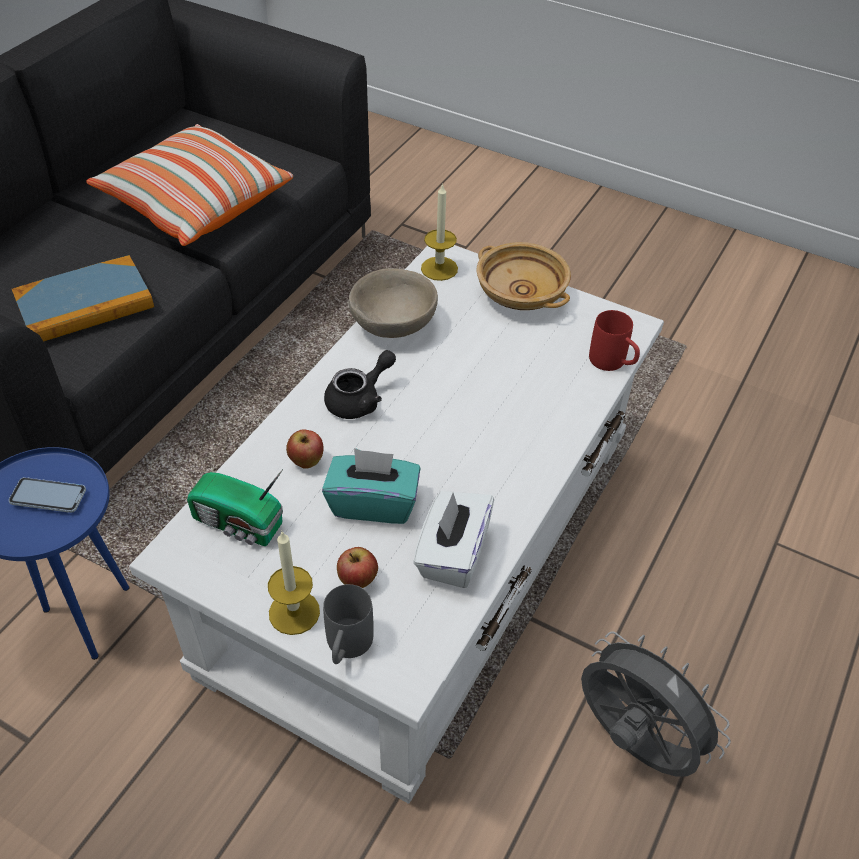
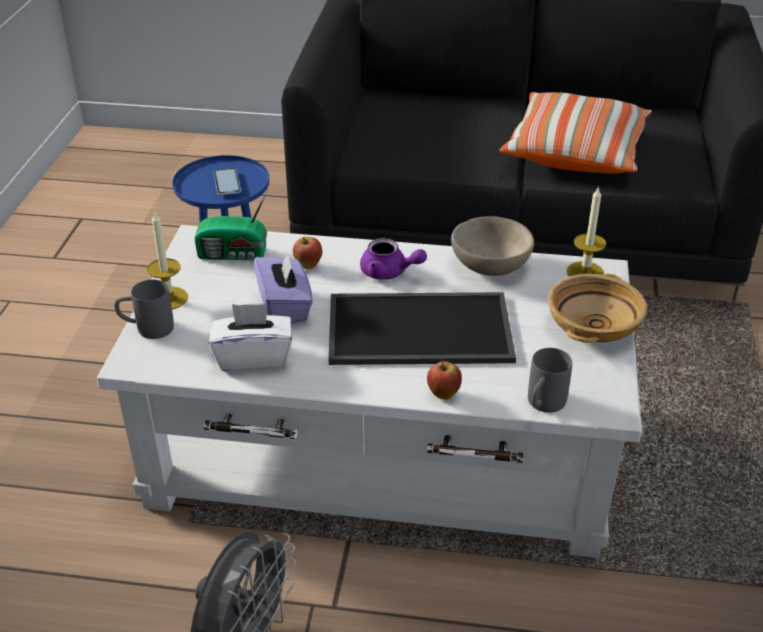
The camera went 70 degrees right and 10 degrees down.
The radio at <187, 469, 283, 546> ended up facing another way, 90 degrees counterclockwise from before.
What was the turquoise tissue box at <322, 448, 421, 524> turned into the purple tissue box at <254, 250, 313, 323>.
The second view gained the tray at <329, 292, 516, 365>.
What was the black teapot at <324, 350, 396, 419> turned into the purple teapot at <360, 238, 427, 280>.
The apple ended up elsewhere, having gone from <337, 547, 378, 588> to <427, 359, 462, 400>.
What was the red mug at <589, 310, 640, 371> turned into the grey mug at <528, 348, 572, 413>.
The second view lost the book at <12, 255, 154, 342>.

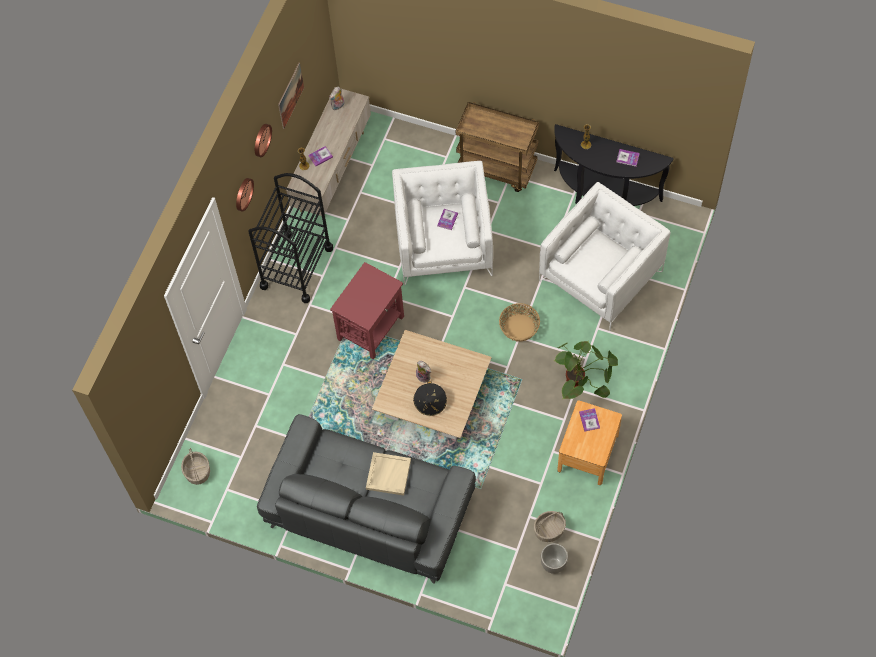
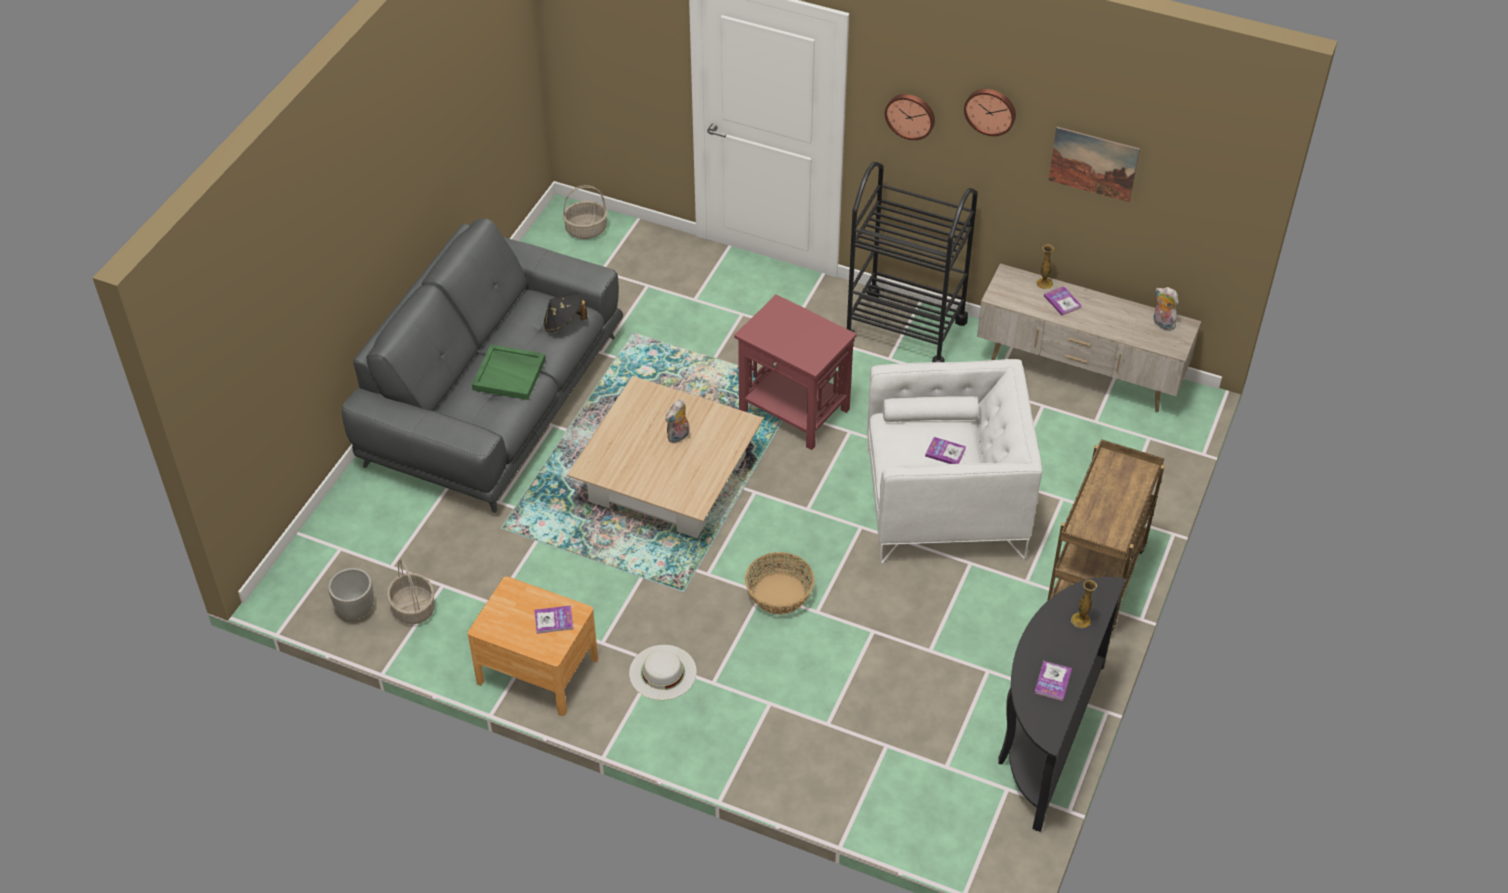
The camera went 90 degrees right and 15 degrees down.
What was the beige tray at <366, 452, 411, 496> turned into the green tray at <472, 344, 546, 400>.
The black hat ended up elsewhere, having gone from <413, 381, 447, 416> to <543, 292, 587, 332>.
Where the potted plant stood at <554, 341, 618, 399>, the white hat came to stand at <629, 645, 697, 700>.
The second view lost the white armchair at <539, 182, 670, 331>.

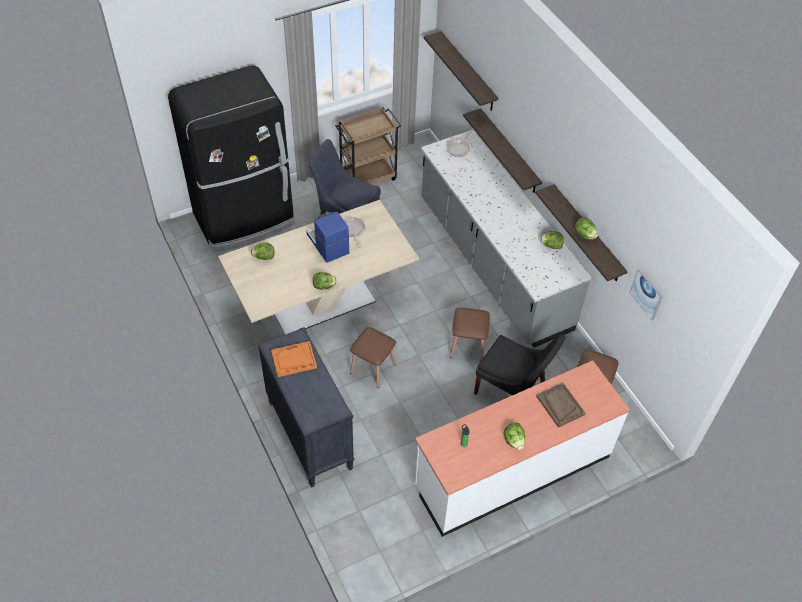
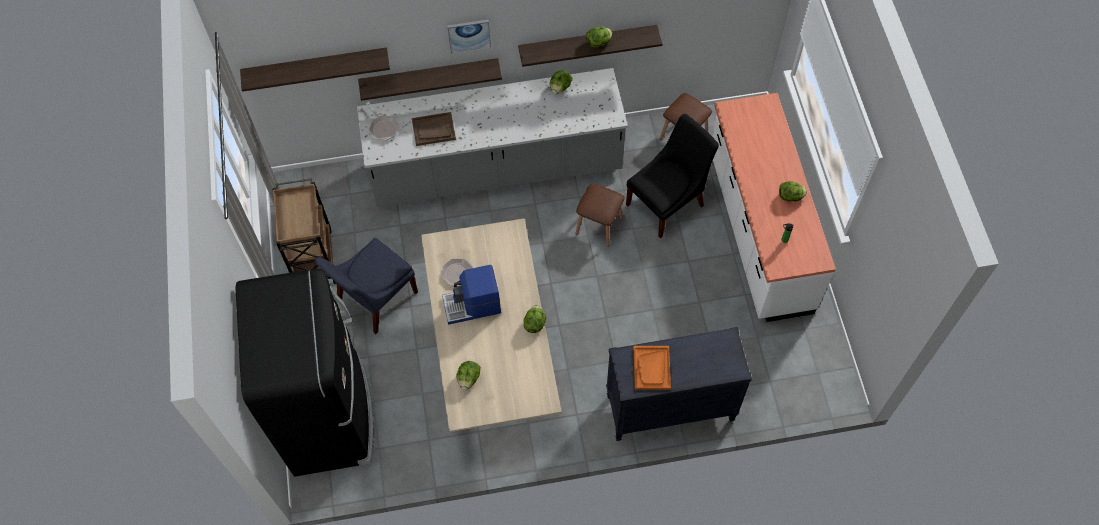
The camera went 70 degrees left and 10 degrees up.
The brown tray ended up elsewhere, having gone from <536, 383, 586, 428> to <412, 112, 456, 146>.
The picture ended up elsewhere, having gone from <629, 268, 663, 320> to <447, 20, 491, 54>.
The second view lost the brown stool at <350, 327, 396, 388>.

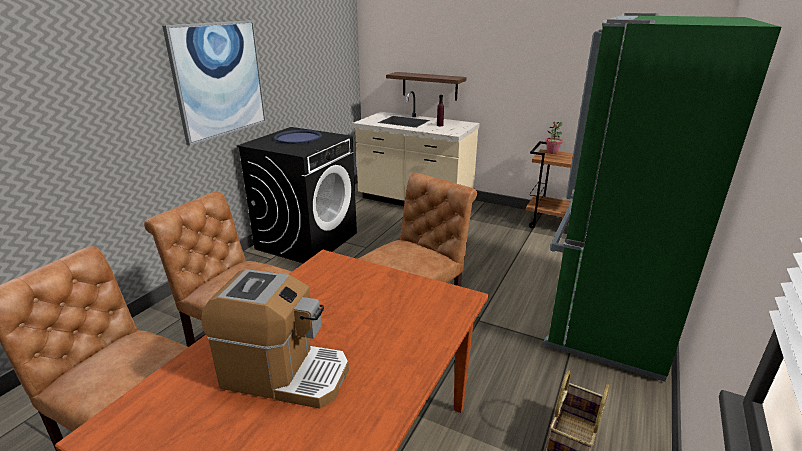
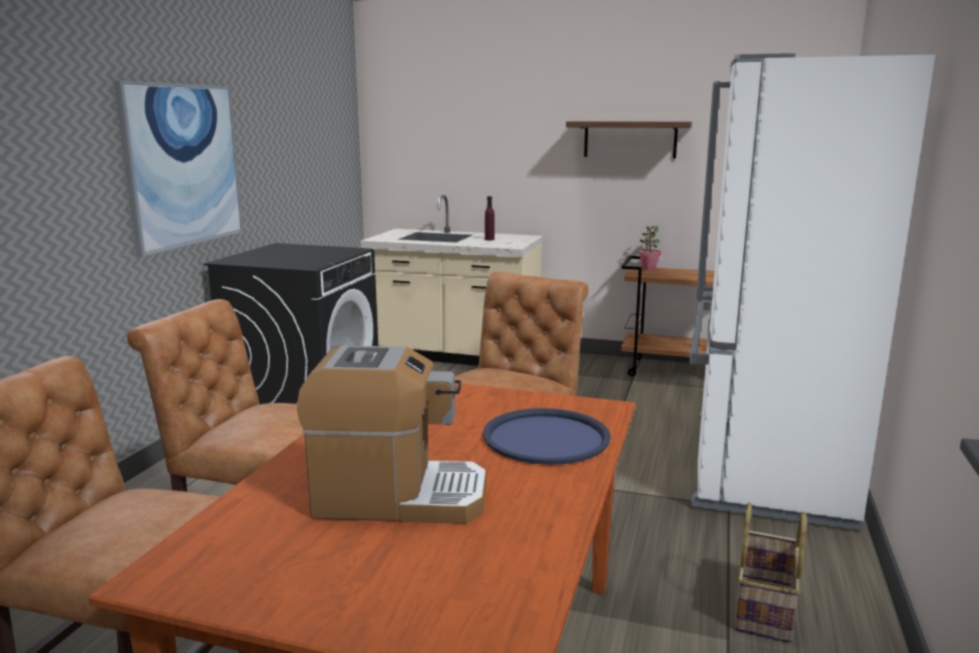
The camera went 10 degrees left and 10 degrees down.
The blue tray ended up elsewhere, having gone from <274, 130, 322, 144> to <483, 408, 611, 465>.
The shelf ended up elsewhere, having gone from <386, 72, 467, 100> to <566, 121, 692, 158>.
What was the green fridge at <543, 13, 781, 382> turned into the white fridge at <689, 53, 935, 531>.

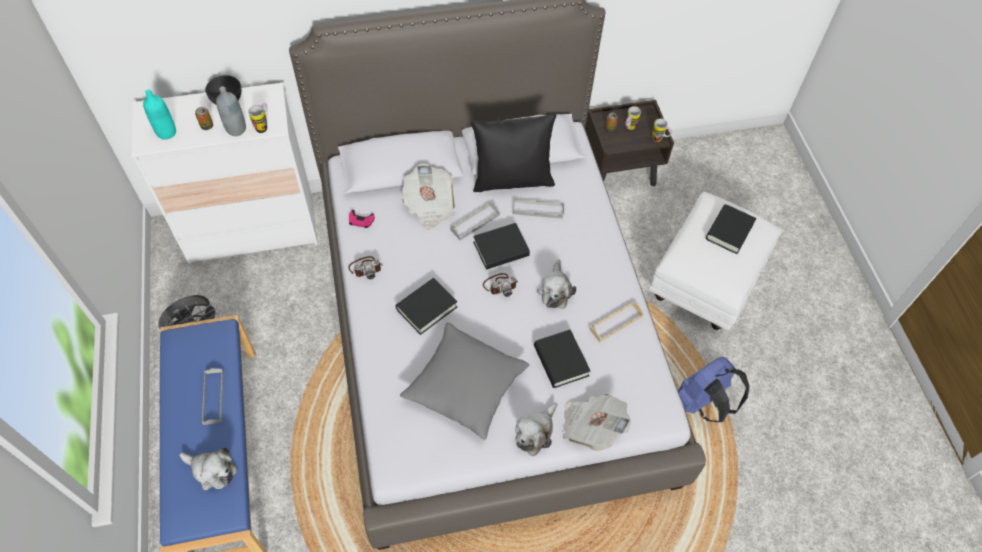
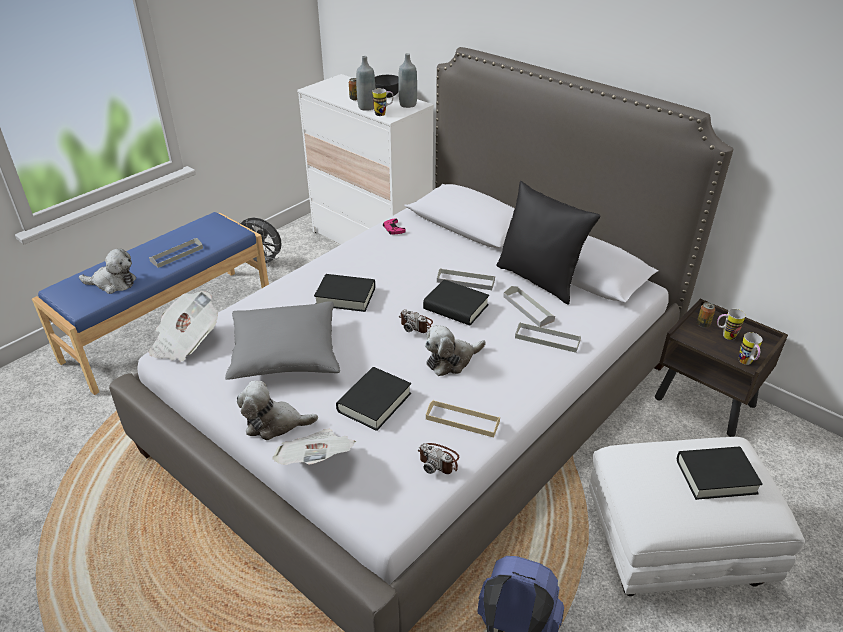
The camera went 55 degrees right and 20 degrees down.
The plush toy at <179, 447, 237, 491> ended up facing another way, 75 degrees counterclockwise from before.
The newspaper ended up elsewhere, having gone from <402, 163, 456, 230> to <149, 291, 218, 362>.
The second view gained the grey bottle at <398, 53, 417, 108>.
The photo camera ended up elsewhere, having gone from <348, 256, 383, 279> to <417, 443, 459, 474>.
The second view gained the grey tray at <515, 322, 581, 353>.
The second view lost the turquoise bottle at <143, 90, 176, 140>.

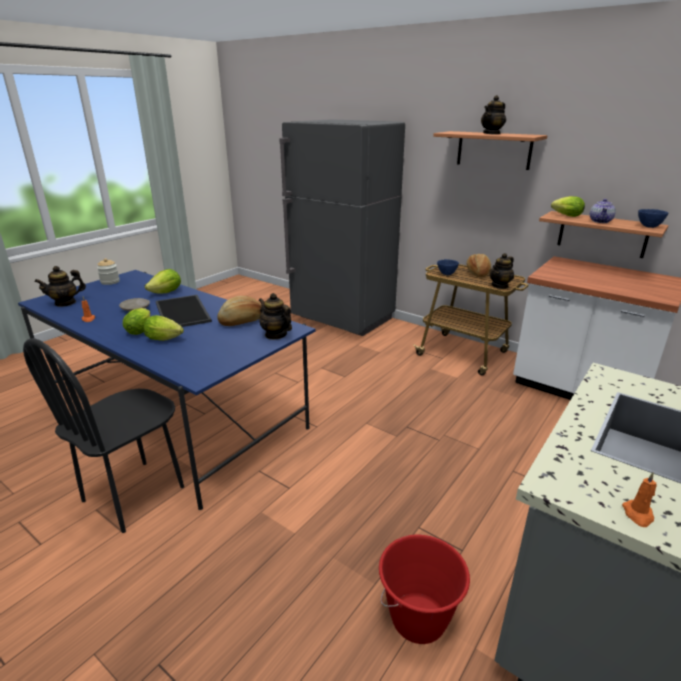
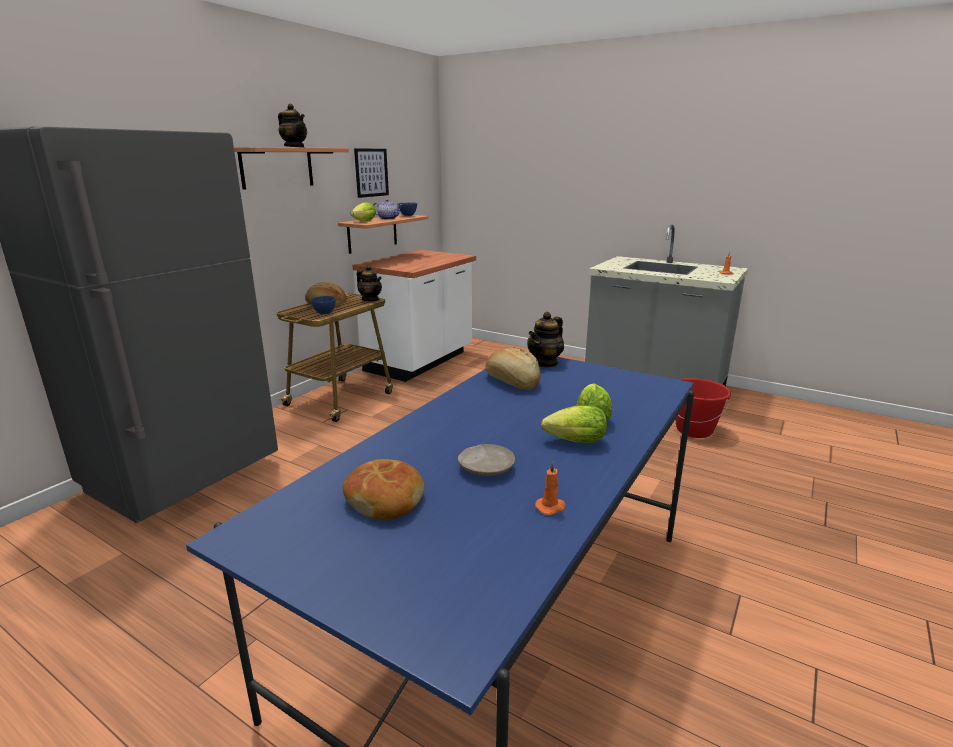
The camera went 95 degrees left and 5 degrees down.
The second view gained the bread at <343, 459, 424, 519>.
The second view gained the picture at <354, 148, 389, 198>.
The second view lost the black chair at <23, 338, 184, 533>.
The second view lost the teapot at <35, 266, 86, 307>.
The second view lost the jar at <97, 258, 120, 285>.
The second view lost the lettuce at <145, 269, 181, 294>.
The second view lost the tray at <156, 295, 212, 327>.

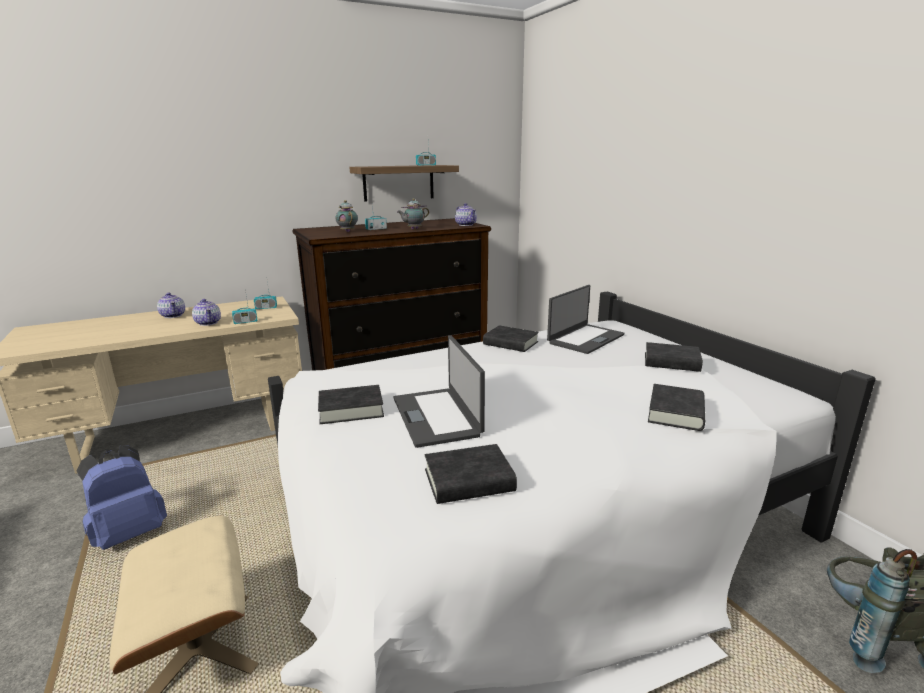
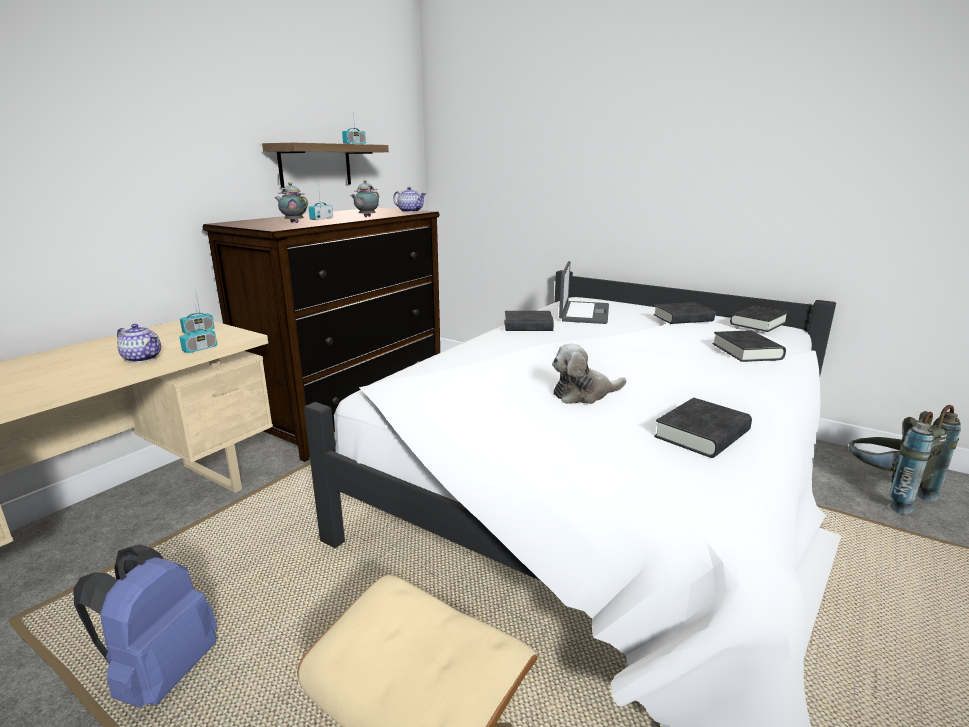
The camera went 30 degrees left and 0 degrees up.
Where the laptop stood at <393, 335, 485, 448>, the plush toy came to stand at <552, 344, 626, 404>.
The black book ended up elsewhere, having gone from <318, 385, 384, 424> to <730, 306, 788, 332>.
The second view lost the teapot at <157, 292, 185, 318>.

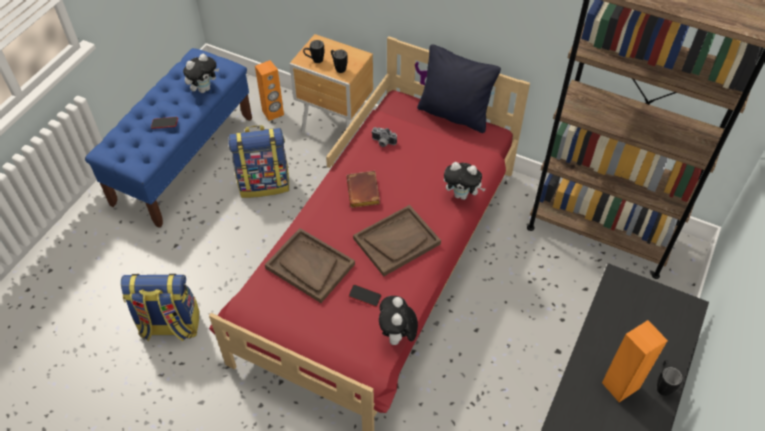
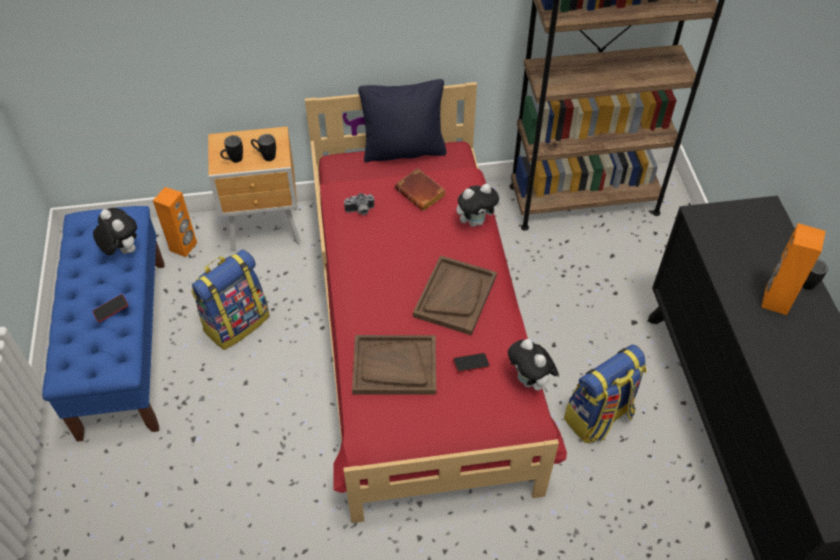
The camera went 35 degrees left and 0 degrees up.
The plush toy at <183, 54, 219, 93> ended up facing another way, 60 degrees counterclockwise from before.
The brown book ended up elsewhere, having gone from <346, 171, 380, 208> to <395, 168, 446, 211>.
The backpack ended up elsewhere, having gone from <121, 274, 200, 341> to <564, 345, 647, 443>.

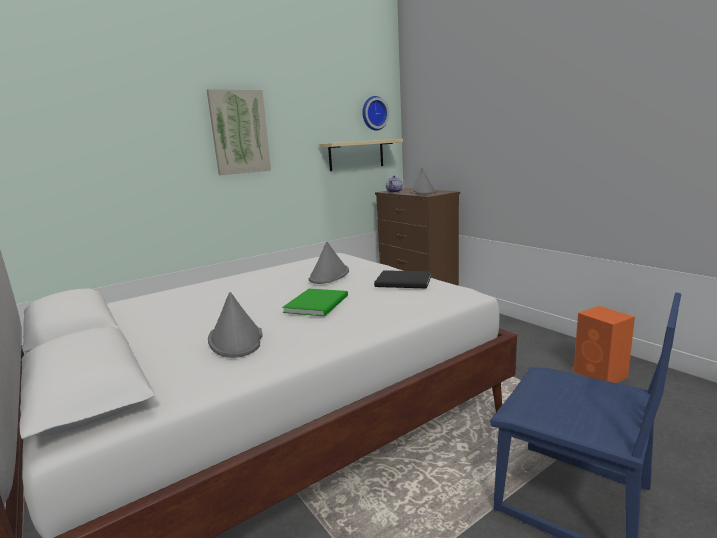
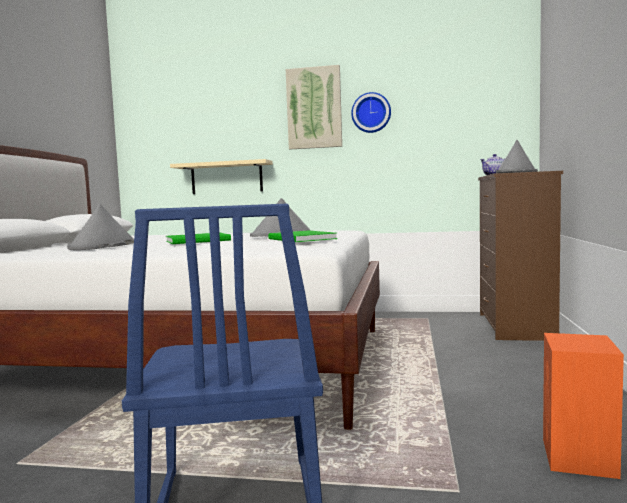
The camera went 45 degrees right and 10 degrees down.
The beige shelf ended up elsewhere, having gone from <319, 139, 403, 171> to <170, 159, 273, 194>.
What was the black book at <374, 270, 431, 288> turned into the green book at <268, 230, 337, 242>.
The wall clock ended up elsewhere, having gone from <362, 96, 389, 131> to <351, 92, 391, 133>.

